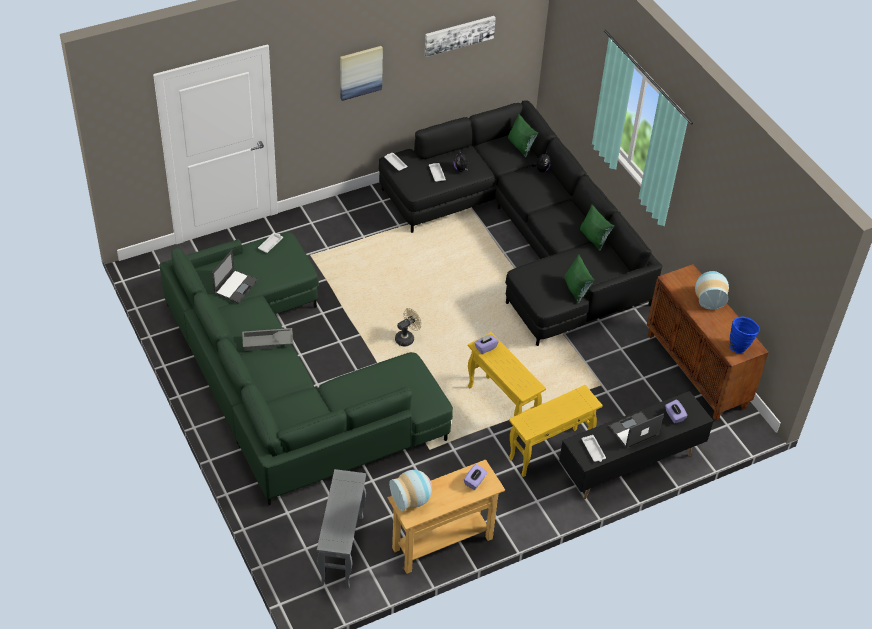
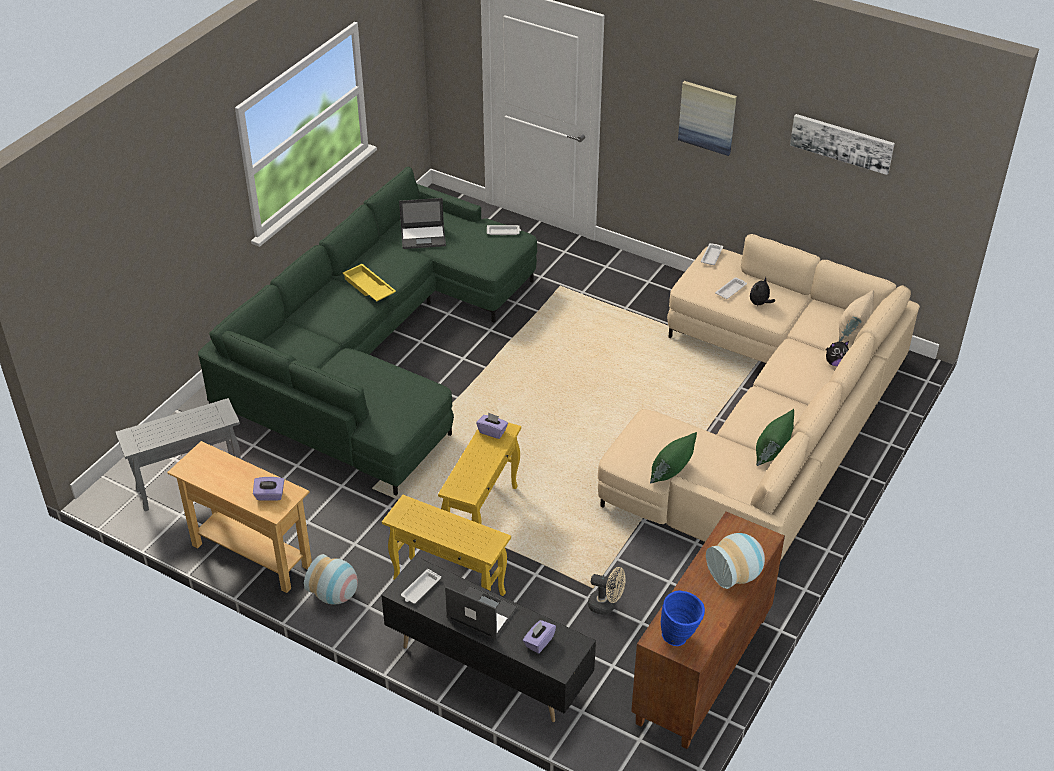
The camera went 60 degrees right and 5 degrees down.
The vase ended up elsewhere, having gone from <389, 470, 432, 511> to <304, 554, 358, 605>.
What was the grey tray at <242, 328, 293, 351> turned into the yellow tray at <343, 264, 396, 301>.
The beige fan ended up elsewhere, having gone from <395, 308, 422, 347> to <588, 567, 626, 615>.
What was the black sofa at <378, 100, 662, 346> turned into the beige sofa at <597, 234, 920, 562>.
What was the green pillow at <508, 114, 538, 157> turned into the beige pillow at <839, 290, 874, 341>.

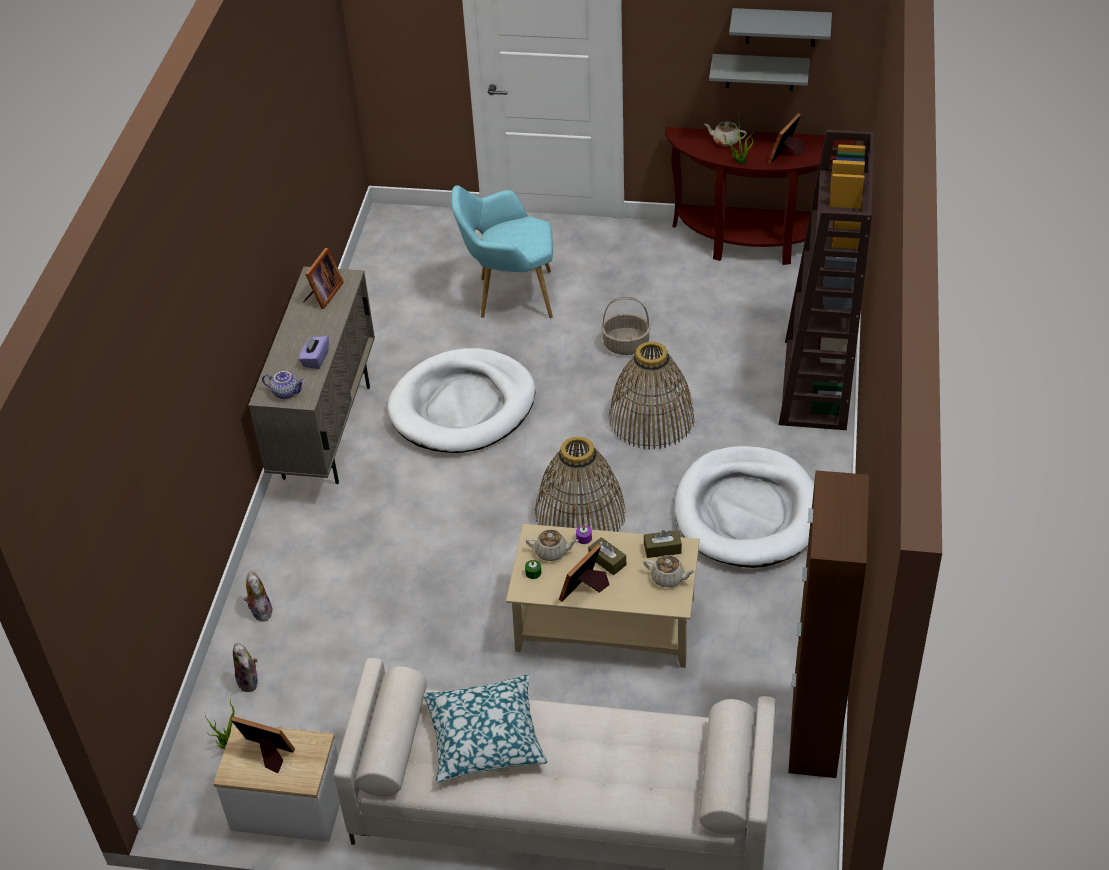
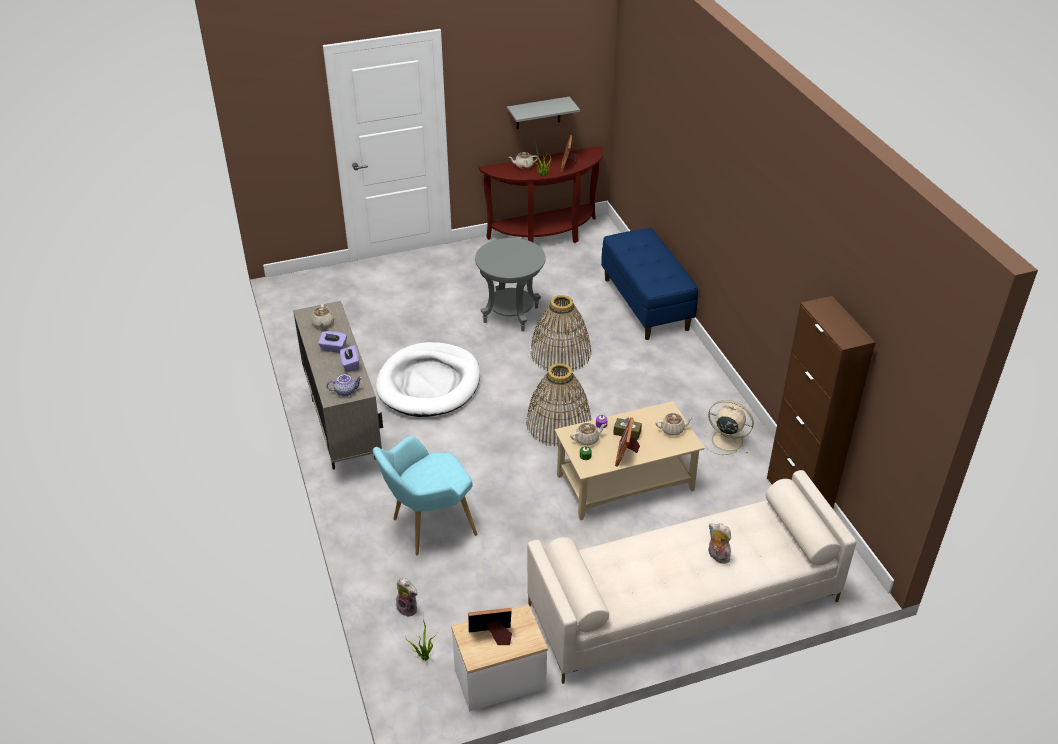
The camera went 30 degrees left and 5 degrees down.
Where the picture frame stood at <304, 248, 344, 309>, the beige teapot came to stand at <311, 304, 334, 328>.
The second view gained the purple tissue box at <318, 331, 347, 353>.
The turquoise armchair ended up elsewhere, having gone from <451, 185, 553, 318> to <373, 436, 477, 555>.
Where the basket stood at <601, 297, 651, 355>, the grey side table came to stand at <475, 238, 546, 332>.
Where the brown bookcase stood at <778, 129, 874, 430>, the blue bench came to stand at <601, 228, 698, 340>.
The second view gained the beige fan at <704, 400, 754, 455>.
The plush toy ended up elsewhere, having gone from <243, 571, 273, 622> to <708, 523, 731, 564>.
The second view lost the pillow at <423, 675, 548, 783>.
The second view lost the brown tissue box at <644, 530, 682, 558>.
The second view lost the white dog bed at <675, 446, 814, 568>.
The second view lost the grey shelf at <729, 8, 832, 47>.

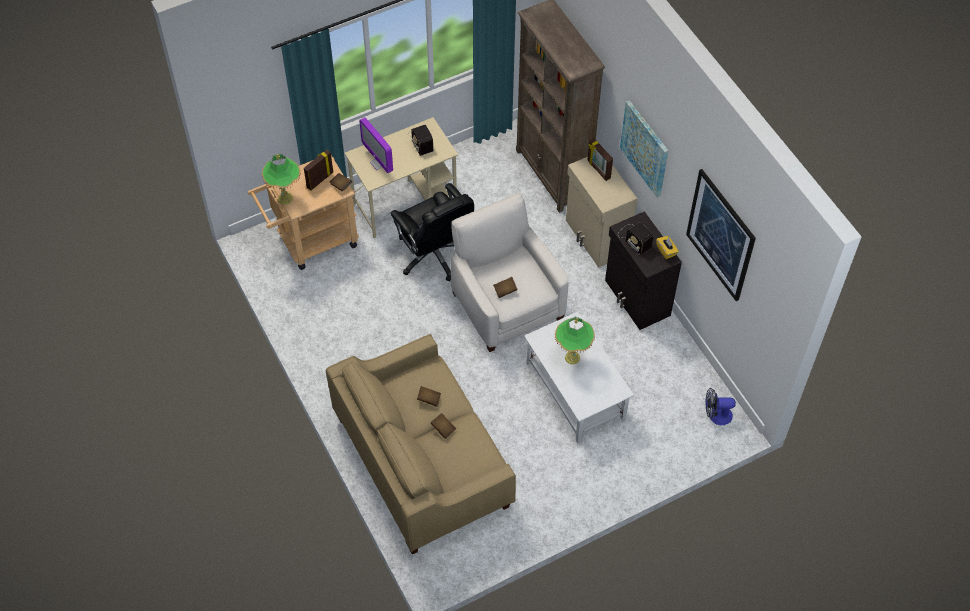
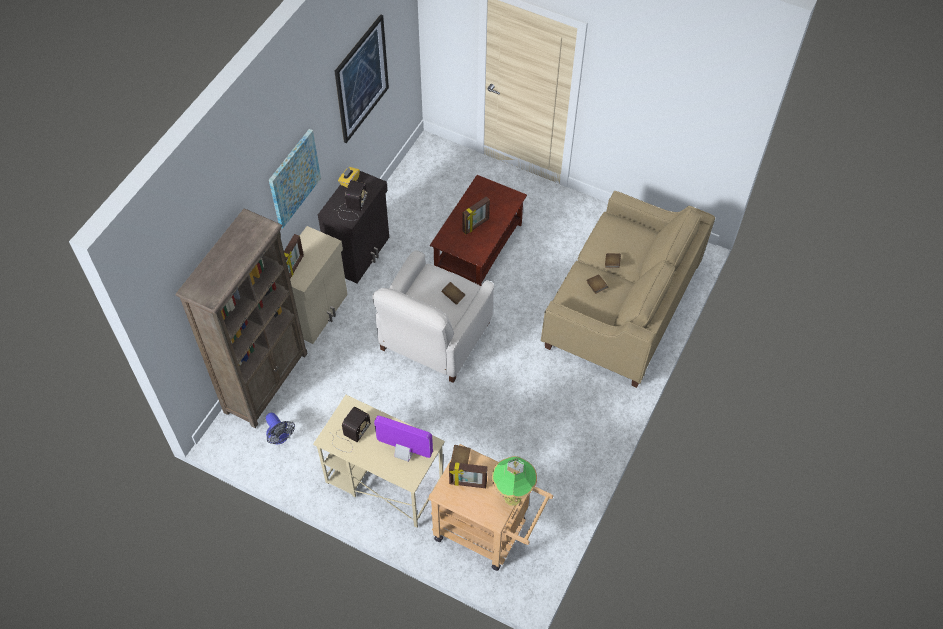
The camera went 125 degrees left and 0 degrees up.
The fan ended up elsewhere, having gone from <706, 388, 736, 425> to <266, 412, 295, 445>.
The monitor at <359, 117, 393, 173> ended up facing another way, 90 degrees counterclockwise from before.
What was the white coffee table at <524, 312, 634, 444> turned into the brown coffee table at <430, 175, 527, 286>.
Where the table lamp stood at <555, 317, 595, 364>, the picture frame came to stand at <463, 197, 490, 234>.
The second view lost the black office chair at <390, 183, 474, 282>.

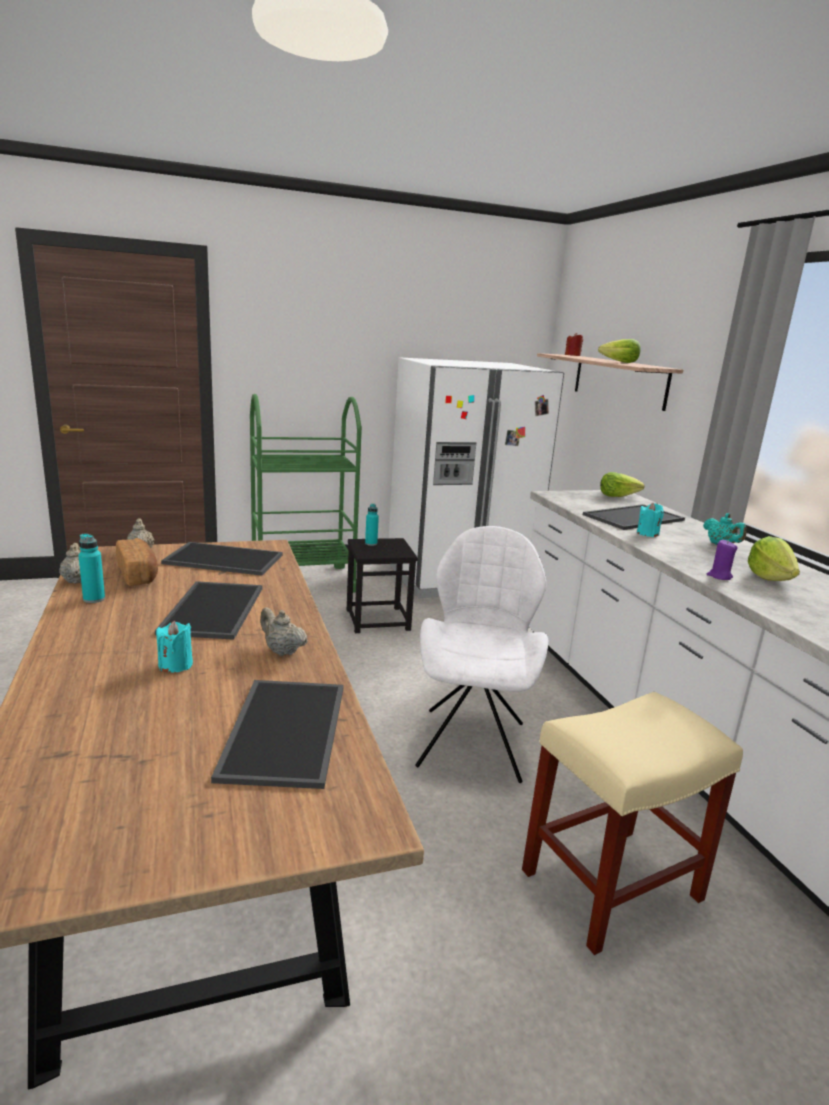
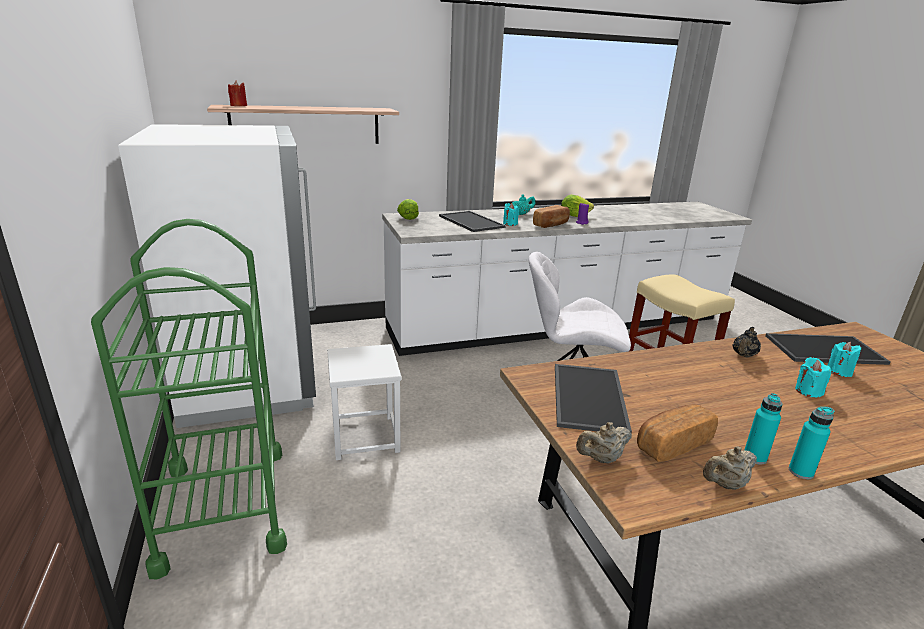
The camera went 90 degrees left and 5 degrees up.
What was the black stool at <347, 538, 418, 633> turned into the white stool at <327, 344, 401, 460>.
The second view gained the bread at <533, 205, 570, 228>.
What was the beige teapot at <260, 607, 308, 656> turned into the black teapot at <732, 327, 761, 357>.
The turquoise bottle ended up elsewhere, having gone from <365, 504, 379, 546> to <789, 407, 835, 479>.
The second view gained the turquoise candle at <827, 342, 861, 377>.
The second view lost the tray at <155, 581, 263, 640>.
The second view lost the lettuce at <598, 339, 641, 363>.

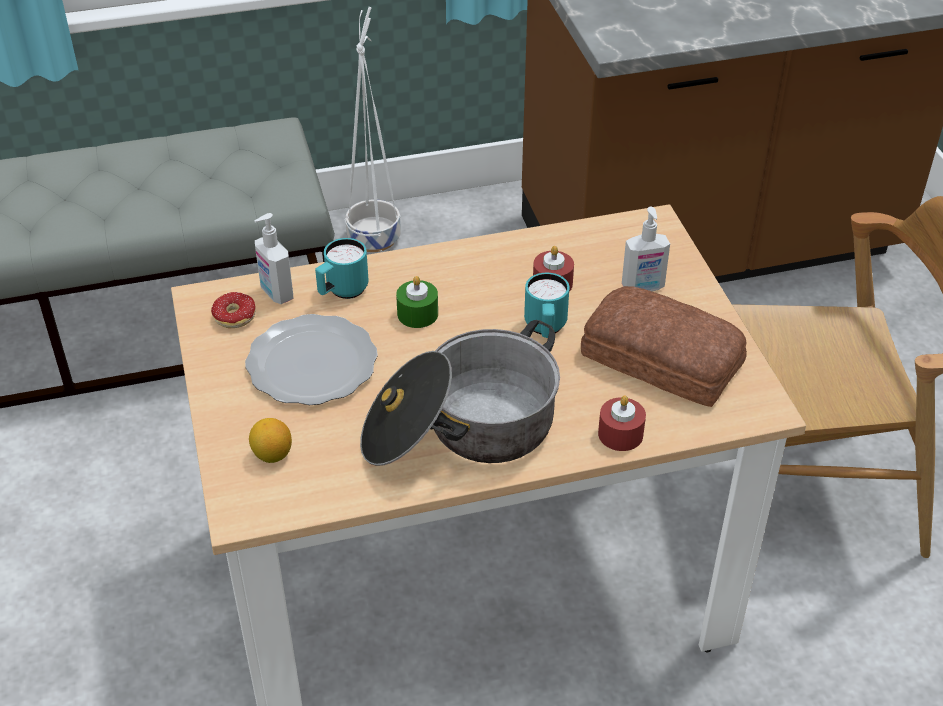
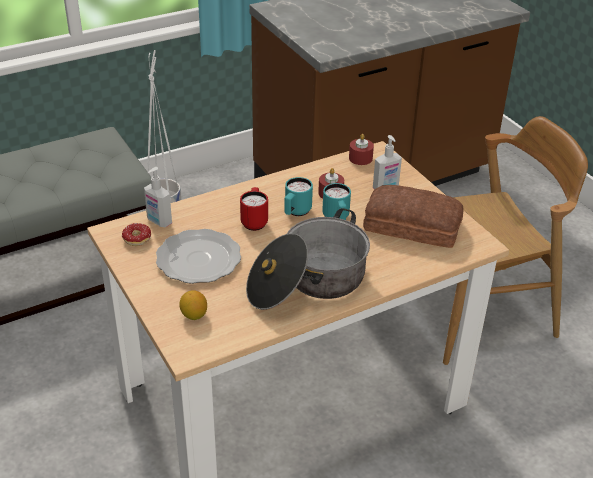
The camera went 15 degrees left and 5 degrees down.
Where the green candle stood at <396, 276, 438, 328>, the red mug came to stand at <240, 187, 268, 231>.
The turquoise mug ended up elsewhere, having gone from <315, 238, 369, 299> to <284, 177, 313, 216>.
The red candle ended up elsewhere, having gone from <598, 395, 646, 451> to <349, 134, 374, 165>.

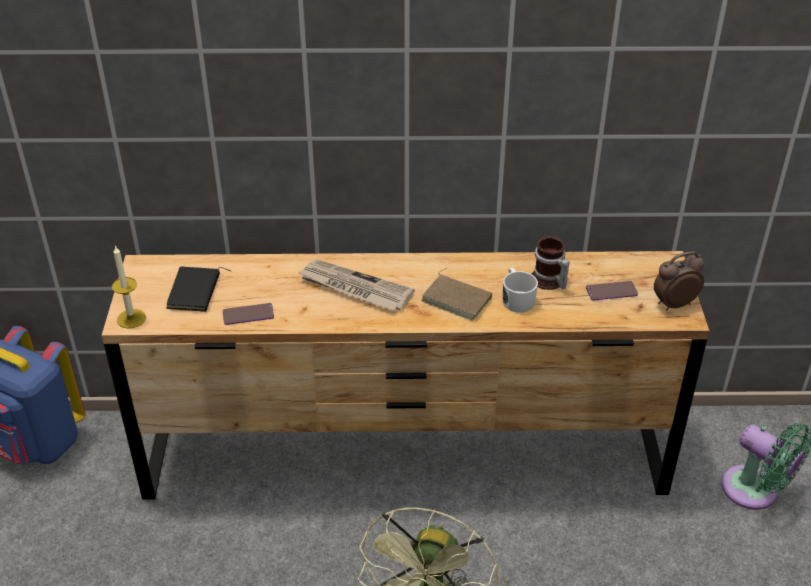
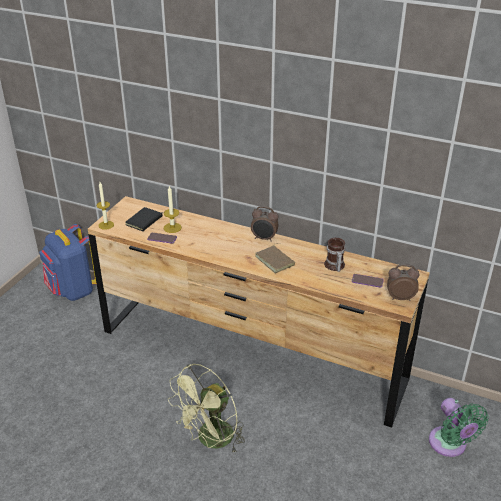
The camera went 25 degrees right and 5 degrees down.
The second view gained the candle at <164, 186, 182, 233>.
The second view gained the alarm clock at <251, 206, 279, 242>.
The second view lost the newspaper at <299, 260, 415, 311>.
The second view lost the white mug at <503, 268, 538, 313>.

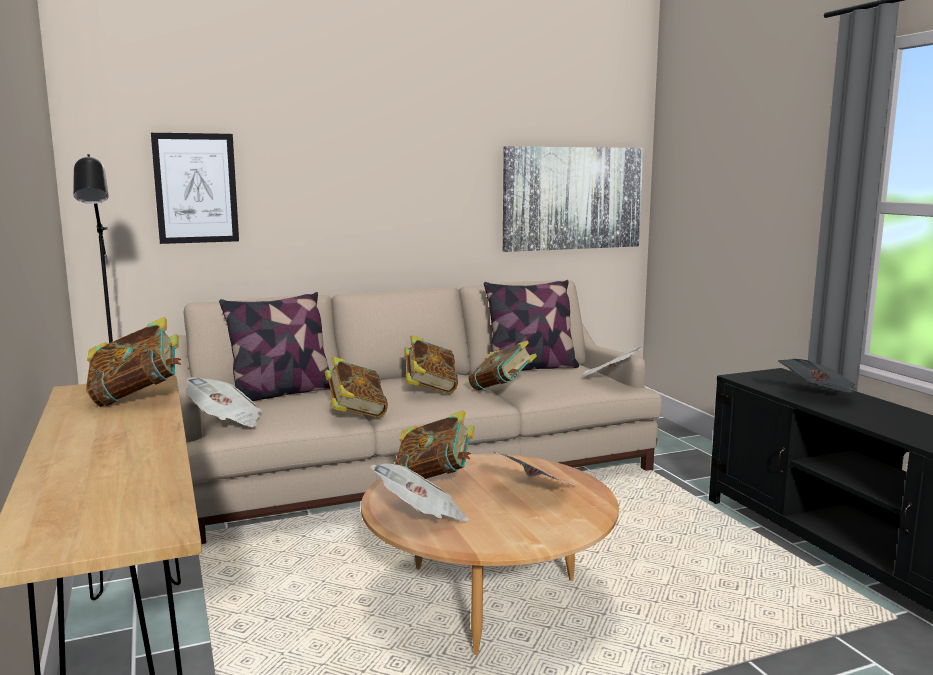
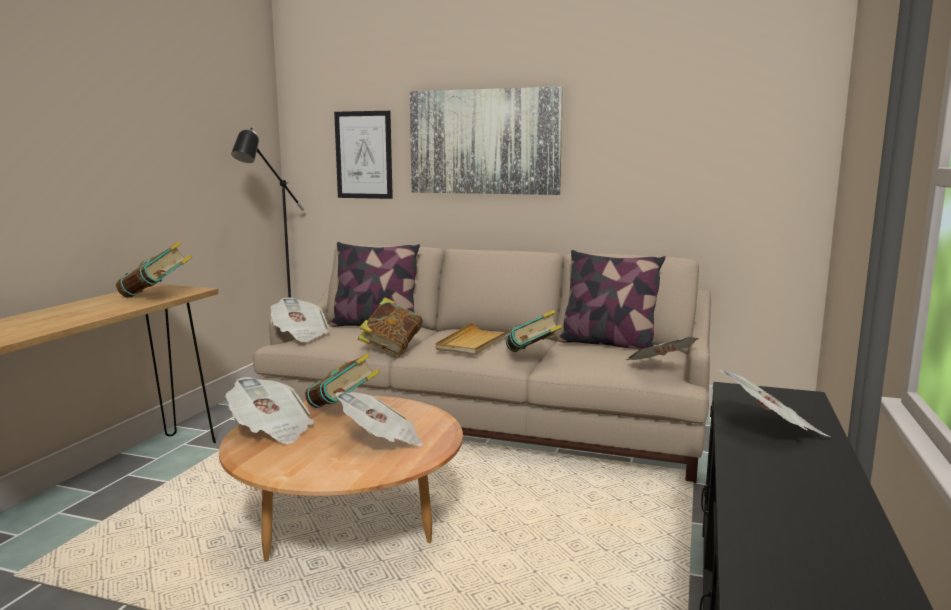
The camera went 40 degrees right and 0 degrees up.
The picture ended up elsewhere, having gone from <503, 146, 644, 252> to <410, 87, 563, 195>.
Where the book stood at <404, 335, 458, 394>, the beige tray came to stand at <436, 322, 515, 355>.

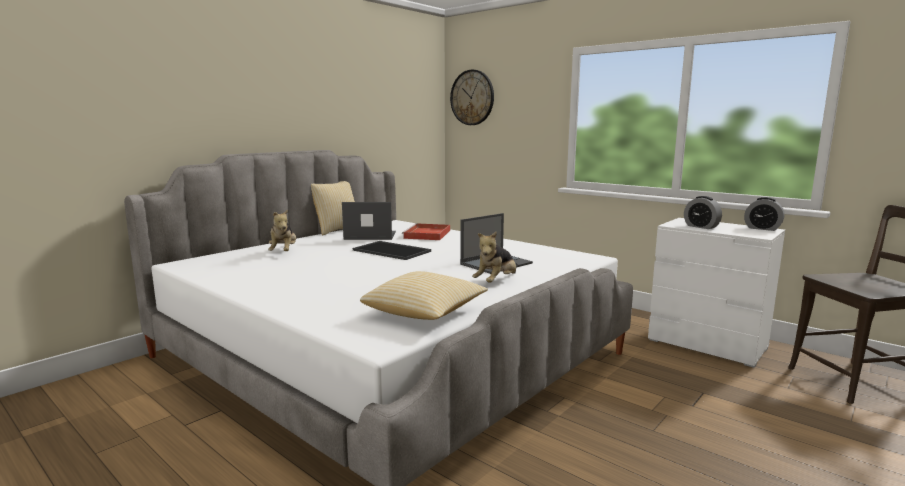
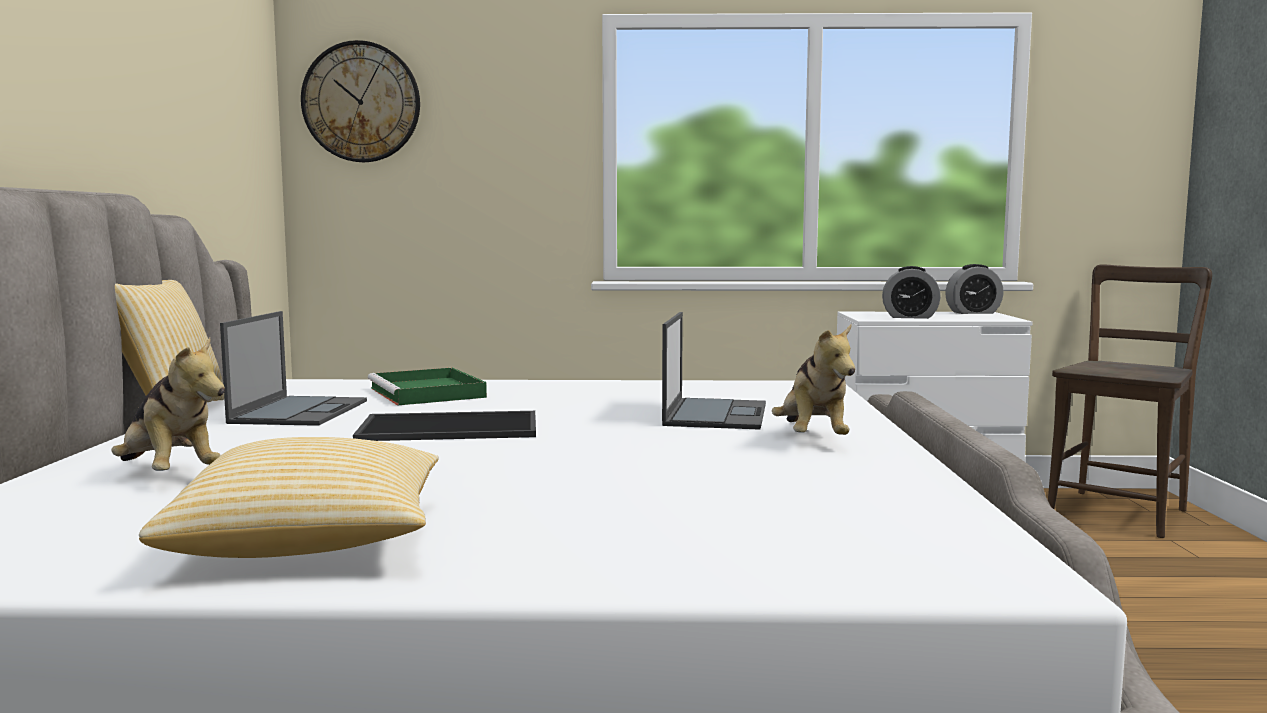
The camera went 40 degrees left and 5 degrees down.
The pillow ended up elsewhere, having gone from <360, 271, 488, 320> to <139, 437, 438, 558>.
The laptop at <342, 202, 396, 240> ended up facing another way, 135 degrees clockwise from before.
What was the red tray at <402, 223, 450, 240> turned into the green tray at <368, 368, 487, 406>.

